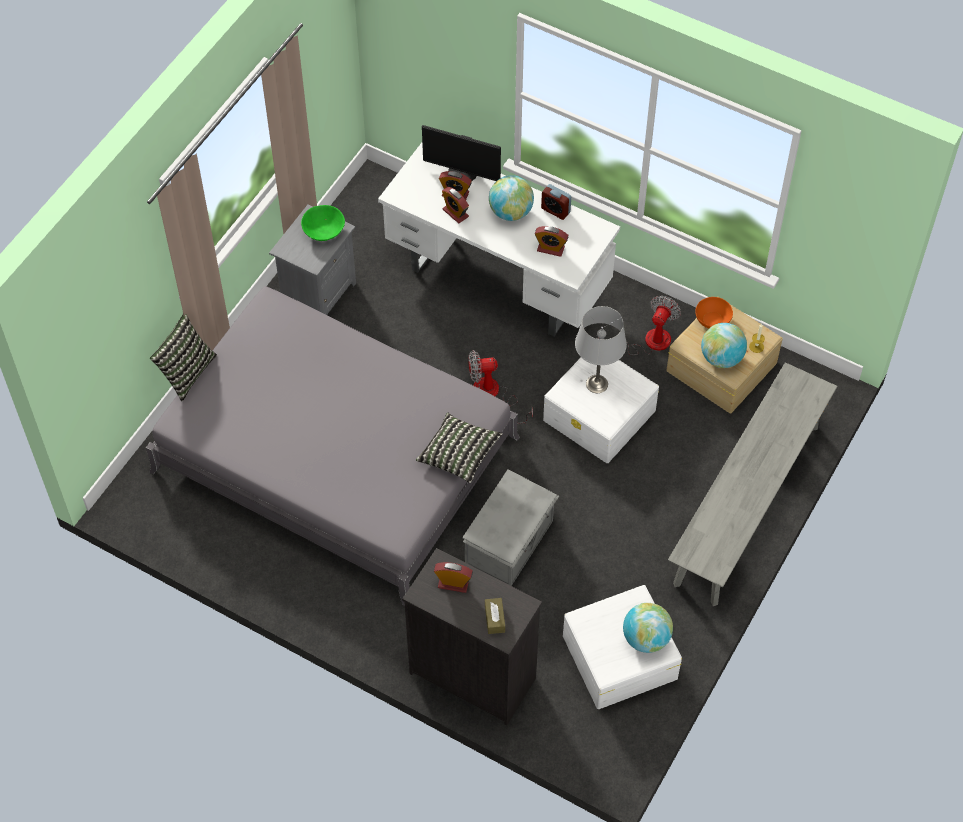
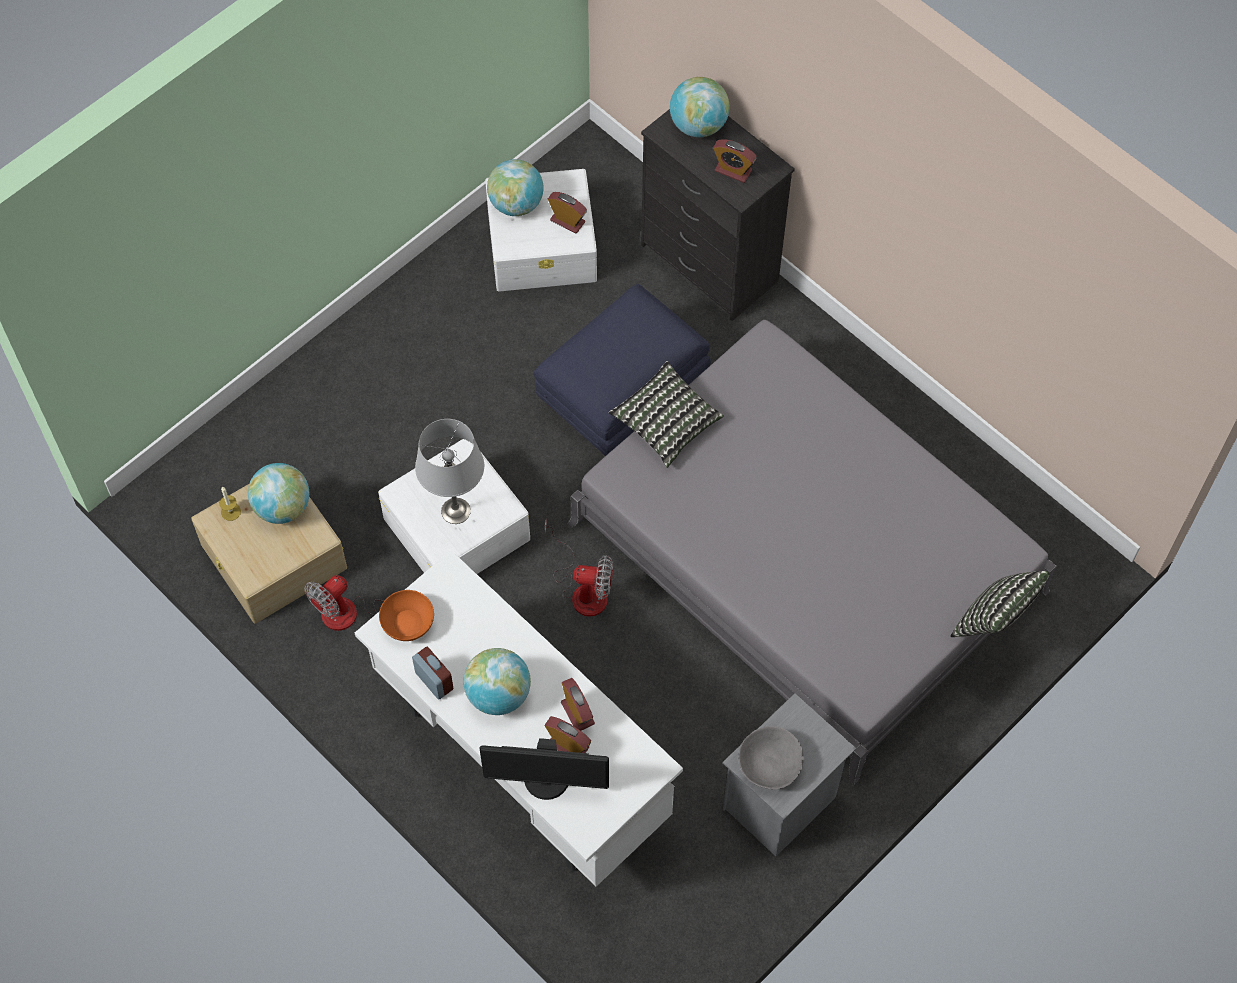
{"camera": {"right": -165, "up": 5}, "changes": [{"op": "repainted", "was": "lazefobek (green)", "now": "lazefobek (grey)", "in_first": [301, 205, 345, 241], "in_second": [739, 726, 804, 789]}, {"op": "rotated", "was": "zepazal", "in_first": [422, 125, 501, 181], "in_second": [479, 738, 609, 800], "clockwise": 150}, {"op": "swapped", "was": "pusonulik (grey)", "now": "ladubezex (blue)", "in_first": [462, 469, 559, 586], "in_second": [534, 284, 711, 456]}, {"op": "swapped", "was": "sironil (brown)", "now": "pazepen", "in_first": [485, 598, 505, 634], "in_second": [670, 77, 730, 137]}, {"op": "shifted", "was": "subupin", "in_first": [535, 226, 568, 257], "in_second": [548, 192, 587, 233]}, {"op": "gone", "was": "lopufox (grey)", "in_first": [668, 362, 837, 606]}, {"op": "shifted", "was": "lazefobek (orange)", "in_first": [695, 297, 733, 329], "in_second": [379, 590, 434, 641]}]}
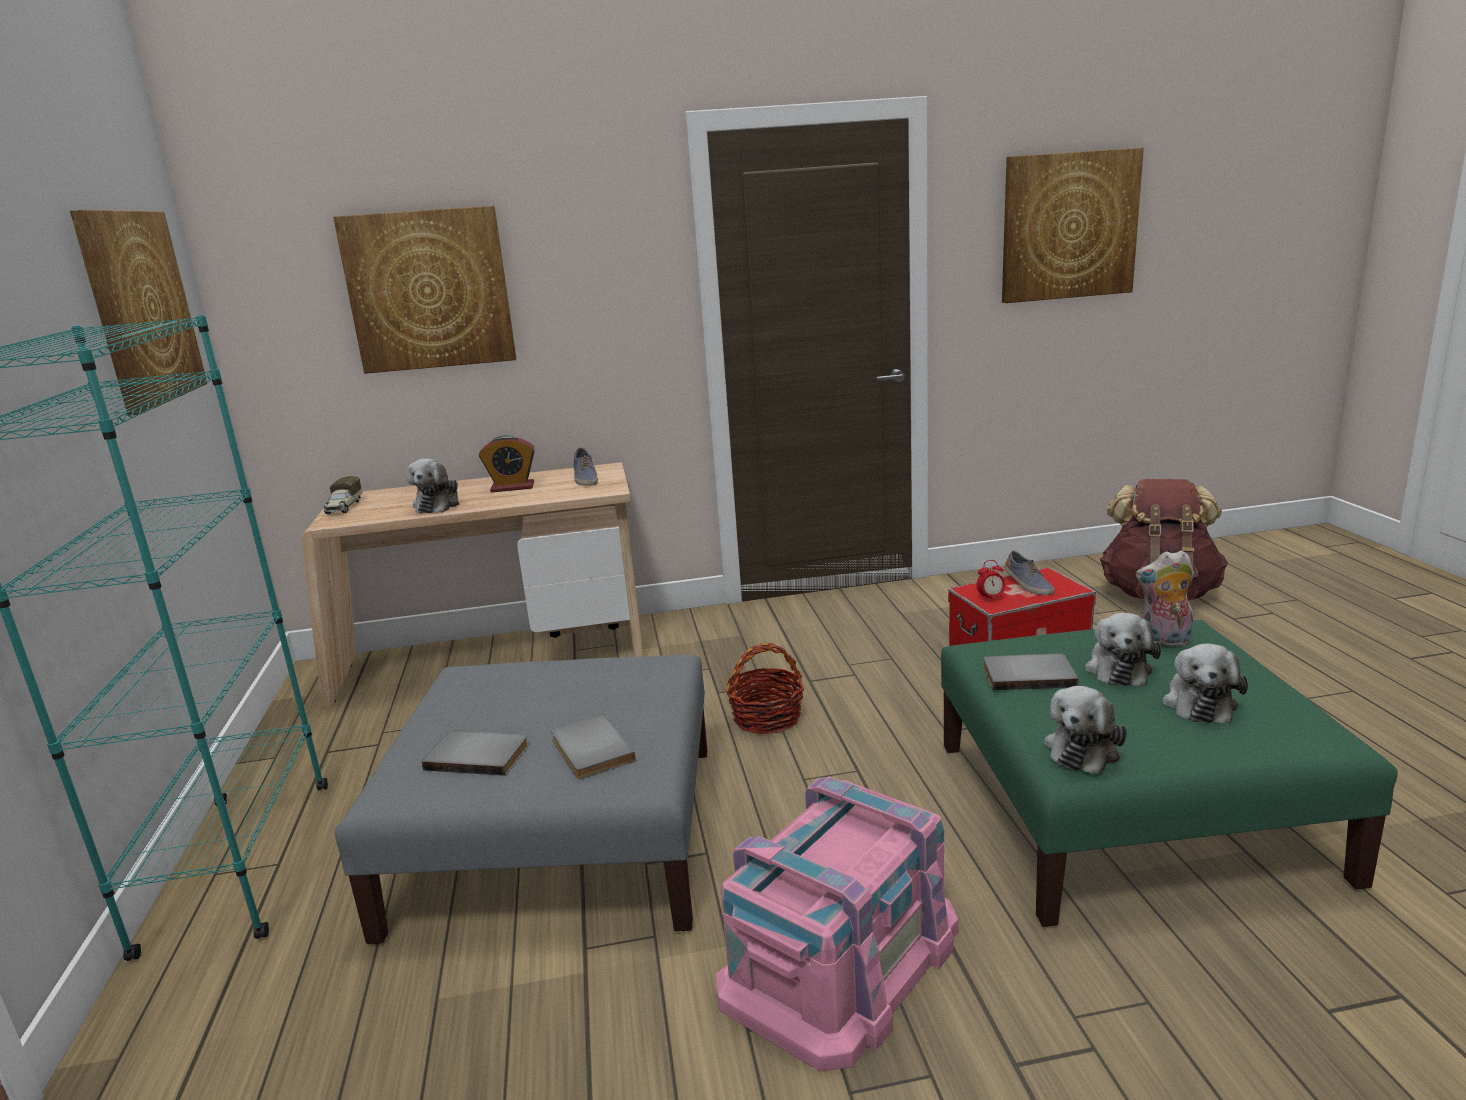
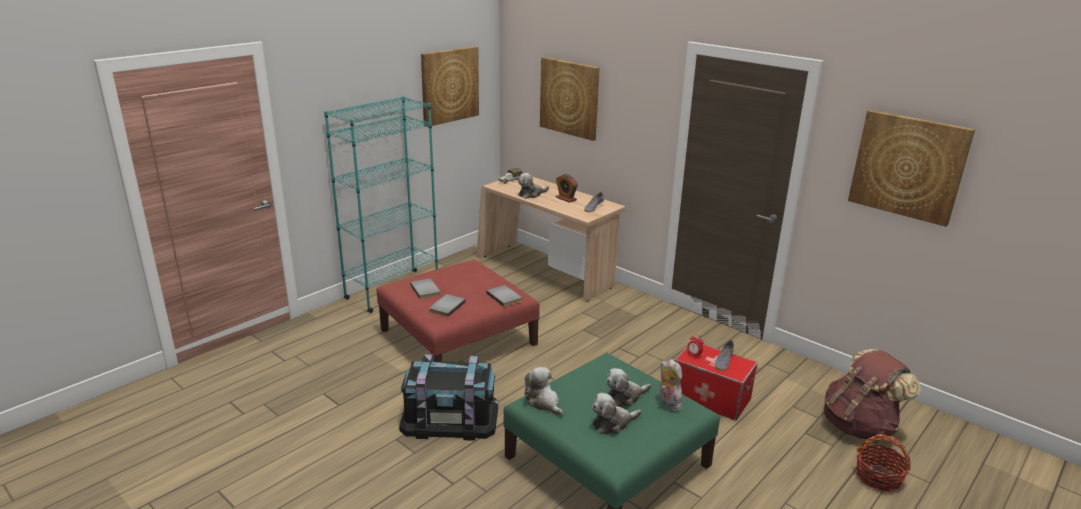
{"camera": {"right": 50, "up": 5}, "changes": [{"op": "repainted", "was": "ladubezex (grey)", "now": "ladubezex (red)", "in_first": [335, 655, 707, 944], "in_second": [376, 260, 540, 362]}, {"op": "repainted", "was": "pusonulik (pink)", "now": "pusonulik (black)", "in_first": [716, 777, 958, 1071], "in_second": [399, 354, 498, 441]}, {"op": "shifted", "was": "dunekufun", "in_first": [726, 643, 804, 734], "in_second": [856, 434, 911, 492]}, {"op": "shifted", "was": "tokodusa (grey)", "in_first": [983, 654, 1079, 690], "in_second": [486, 285, 522, 307]}, {"op": "rotated", "was": "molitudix", "in_first": [1044, 686, 1127, 775], "in_second": [525, 367, 563, 416], "clockwise": 60}]}
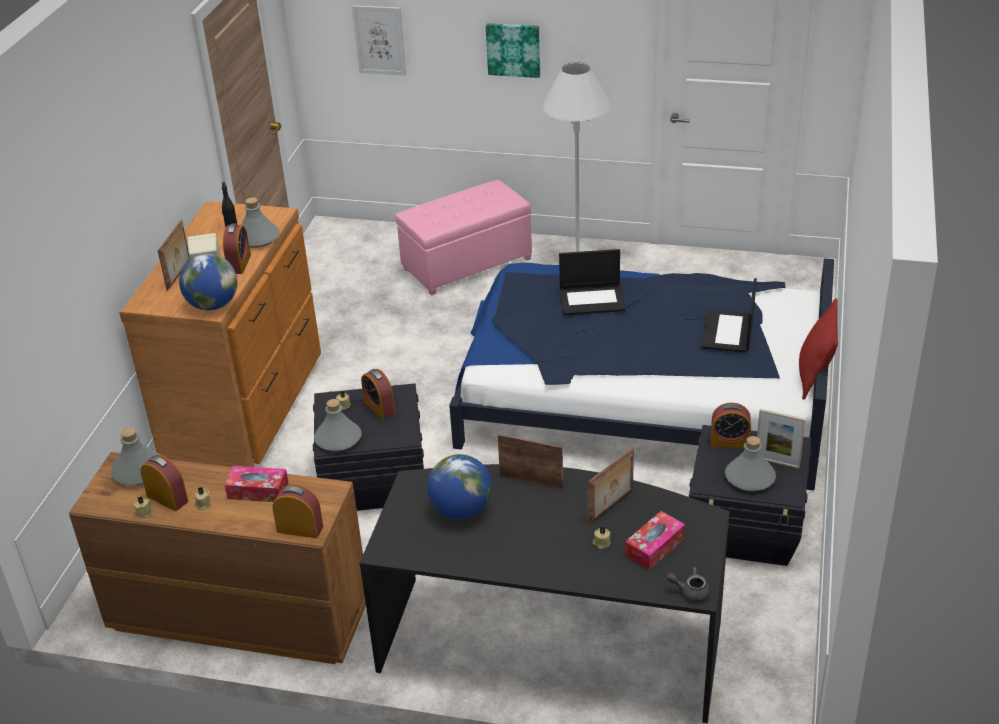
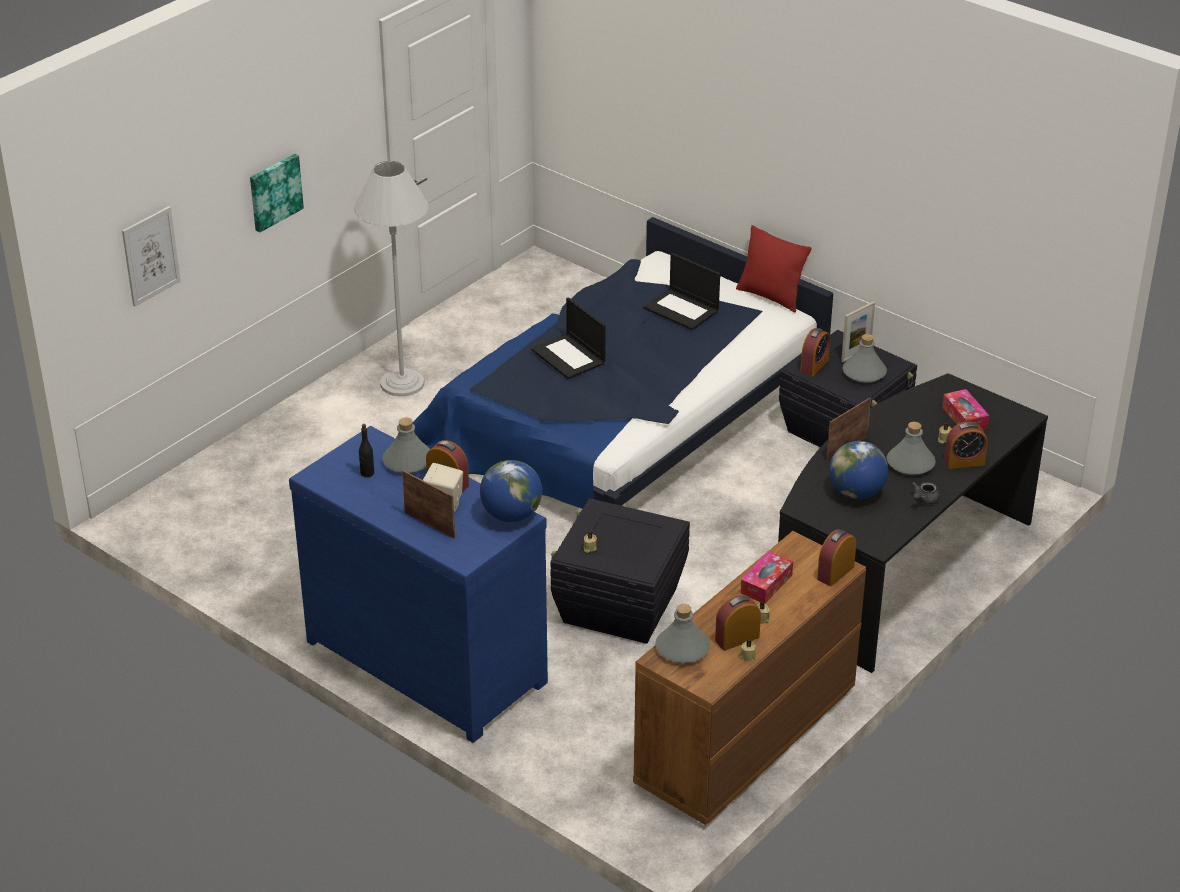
{"camera": {"right": -65, "up": 0}, "changes": [{"op": "repainted", "was": "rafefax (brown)", "now": "rafefax (blue)", "in_first": [119, 201, 321, 467], "in_second": [289, 426, 548, 743]}, {"op": "shifted", "was": "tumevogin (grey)", "in_first": [314, 399, 362, 451], "in_second": [887, 422, 936, 475]}, {"op": "shifted", "was": "subupin", "in_first": [361, 369, 395, 419], "in_second": [944, 422, 988, 469]}, {"op": "gone", "was": "ladubezex (pink)", "in_first": [395, 180, 532, 295]}, {"op": "rotated", "was": "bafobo", "in_first": [559, 249, 626, 315], "in_second": [531, 297, 606, 379], "clockwise": 120}, {"op": "gone", "was": "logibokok", "in_first": [587, 447, 634, 524]}, {"op": "shifted", "was": "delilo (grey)", "in_first": [667, 567, 710, 603], "in_second": [911, 482, 940, 505]}]}
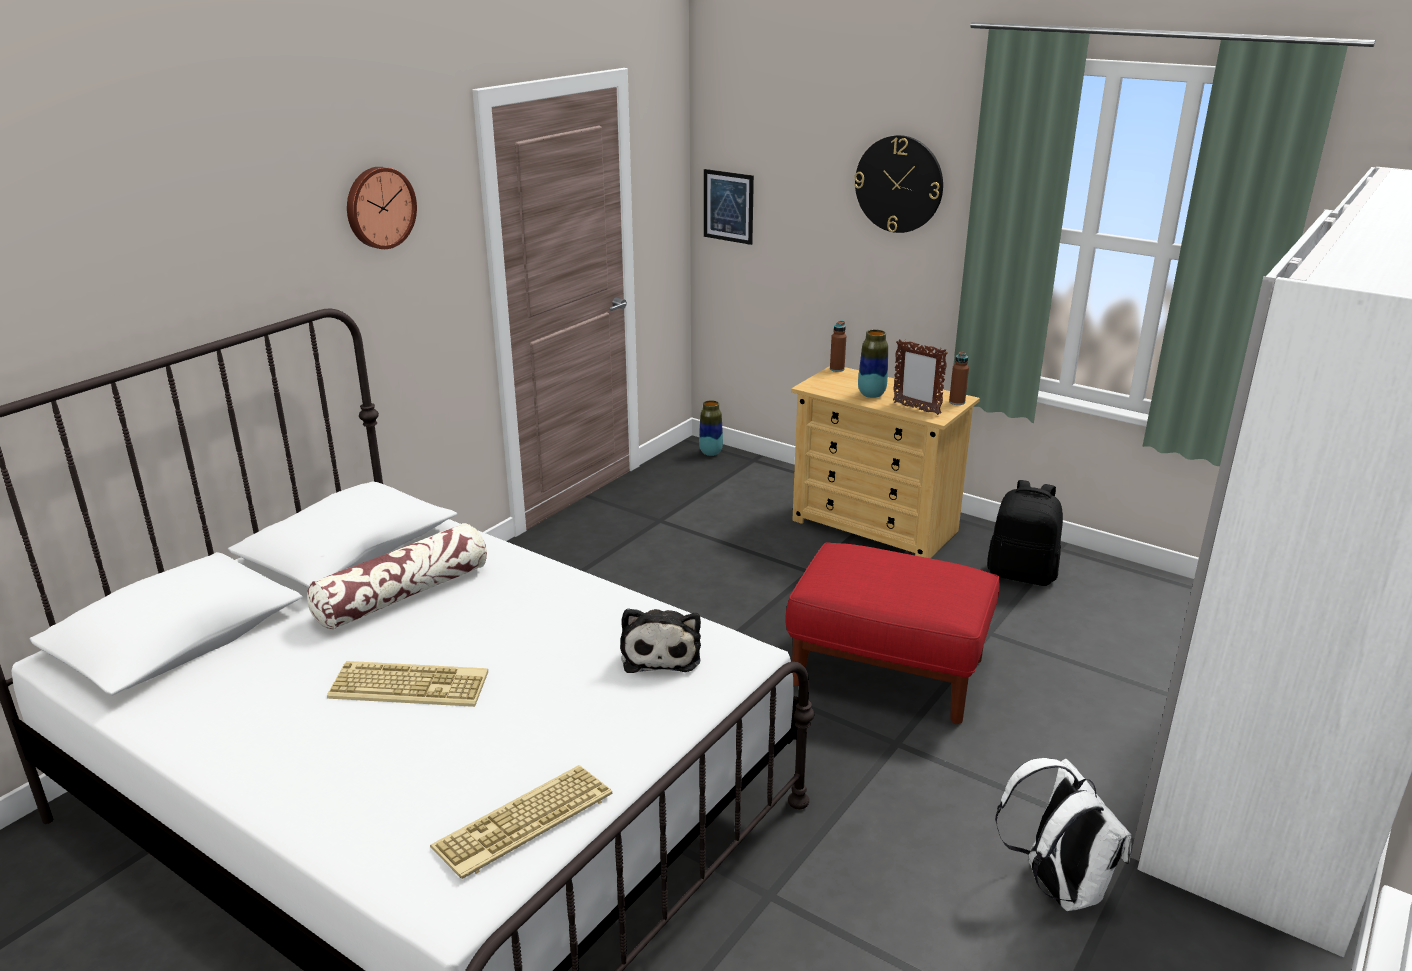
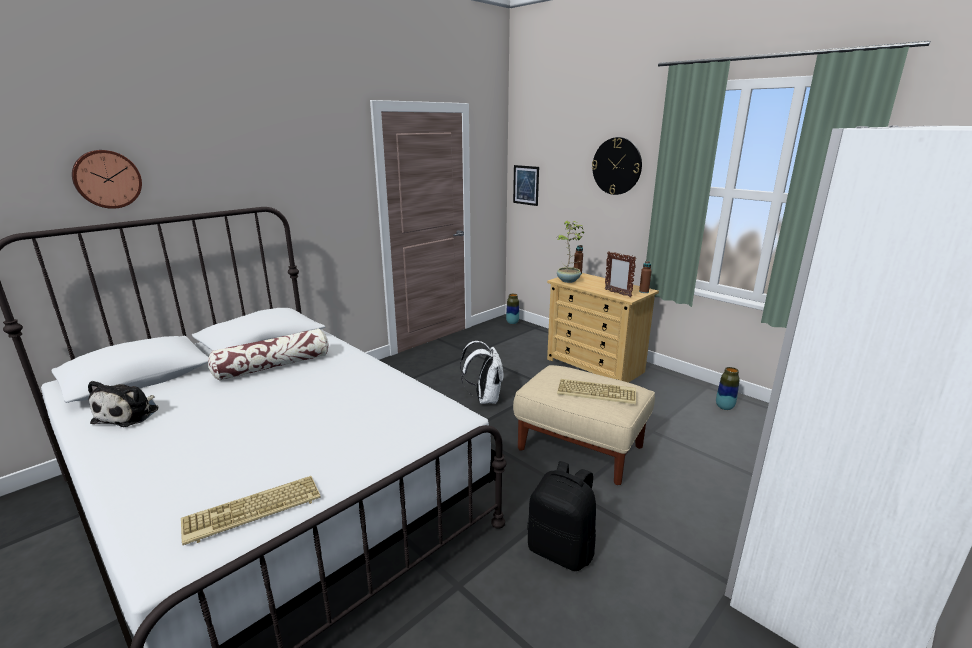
{"camera": {"right": 10, "up": -5}, "changes": [{"op": "shifted", "was": "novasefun", "in_first": [327, 661, 488, 707], "in_second": [557, 379, 636, 404]}, {"op": "shifted", "was": "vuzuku", "in_first": [347, 167, 417, 249], "in_second": [72, 150, 142, 209]}, {"op": "shifted", "was": "molitudix", "in_first": [620, 608, 701, 673], "in_second": [88, 381, 158, 427]}, {"op": "repainted", "was": "ladubezex (red)", "now": "ladubezex (beige)", "in_first": [785, 542, 999, 724], "in_second": [513, 365, 655, 485]}, {"op": "shifted", "was": "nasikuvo", "in_first": [858, 329, 888, 398], "in_second": [716, 367, 740, 410]}, {"op": "shifted", "was": "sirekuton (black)", "in_first": [987, 480, 1063, 586], "in_second": [527, 461, 596, 571]}, {"op": "shifted", "was": "sirekuton (white)", "in_first": [995, 758, 1132, 911], "in_second": [460, 341, 504, 404]}, {"op": "new", "now": "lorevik", "in_second": [557, 221, 584, 283]}]}
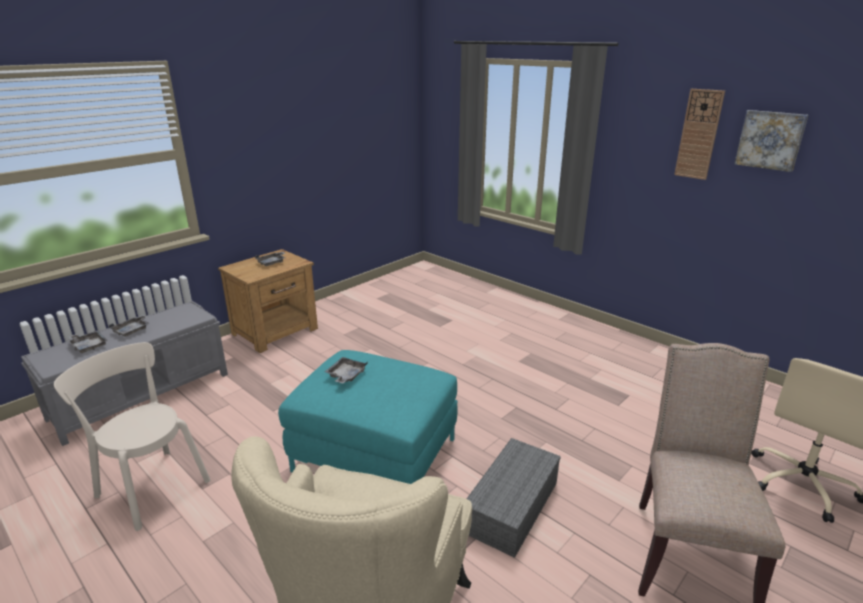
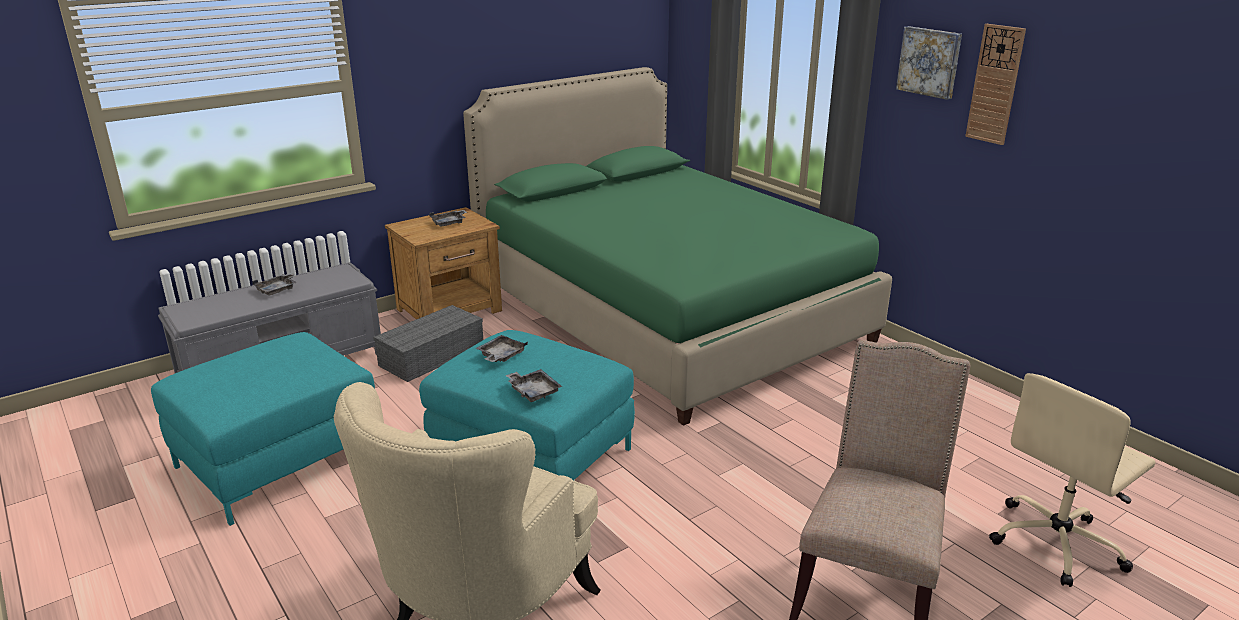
{"camera": {"right": 10, "up": 0}, "changes": [{"op": "swapped", "was": "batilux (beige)", "now": "ladubezex (turquoise)", "in_first": [54, 342, 210, 531], "in_second": [151, 332, 375, 526]}, {"op": "shifted", "was": "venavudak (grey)", "in_first": [68, 330, 108, 353], "in_second": [506, 369, 562, 402]}, {"op": "shifted", "was": "pusonulik (grey)", "in_first": [467, 438, 561, 558], "in_second": [373, 305, 483, 382]}, {"op": "shifted", "was": "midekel", "in_first": [734, 110, 808, 172], "in_second": [896, 26, 962, 100]}, {"op": "new", "now": "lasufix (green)", "in_second": [463, 67, 892, 426]}]}
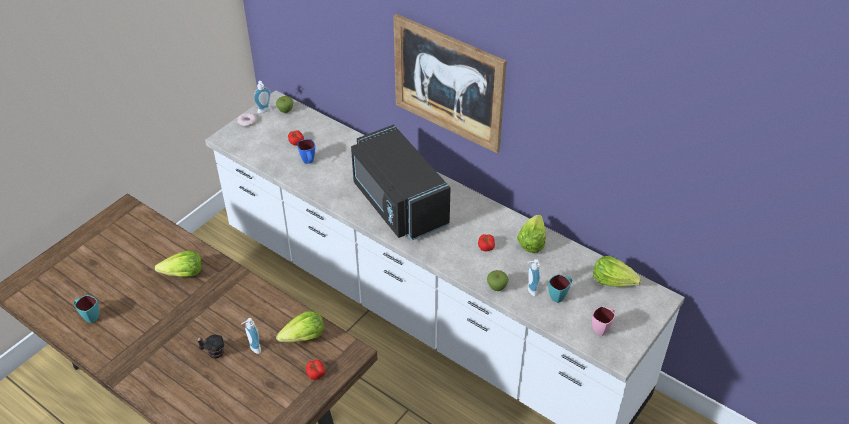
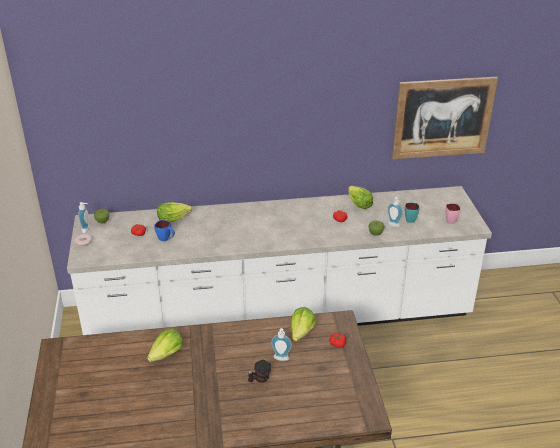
{"camera": {"right": -45, "up": -10}, "changes": [{"op": "gone", "was": "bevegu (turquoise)", "in_first": [74, 295, 99, 323]}, {"op": "gone", "was": "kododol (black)", "in_first": [351, 125, 451, 240]}, {"op": "shifted", "was": "midekel", "in_first": [393, 14, 507, 153], "in_second": [392, 77, 498, 159]}, {"op": "shifted", "was": "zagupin", "in_first": [593, 256, 642, 287], "in_second": [157, 202, 192, 223]}]}
